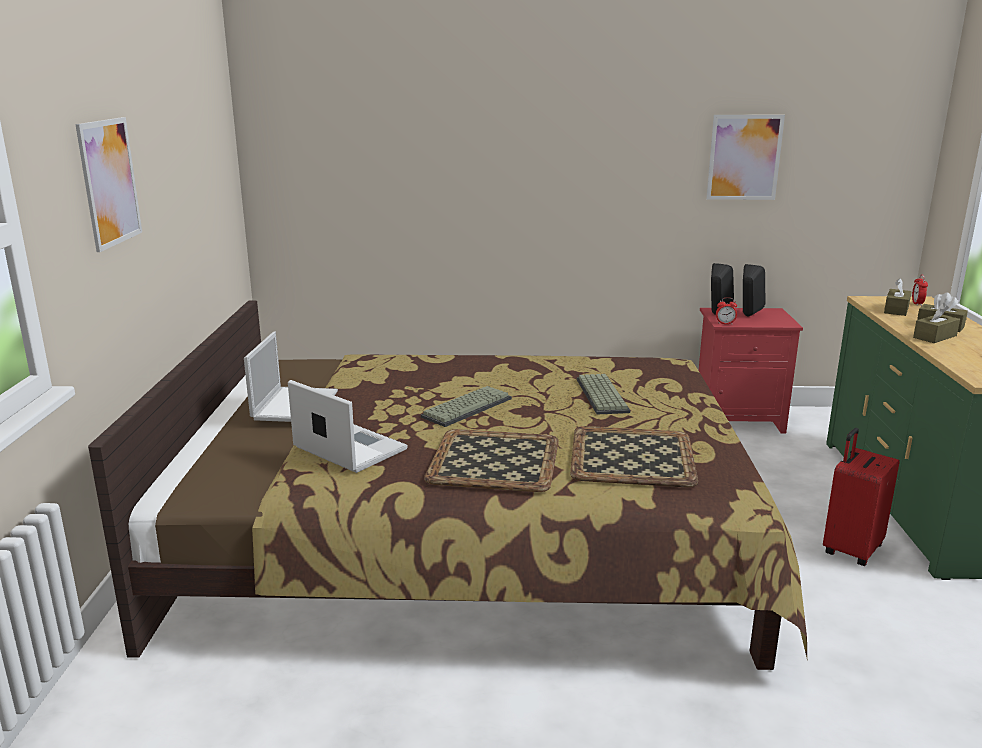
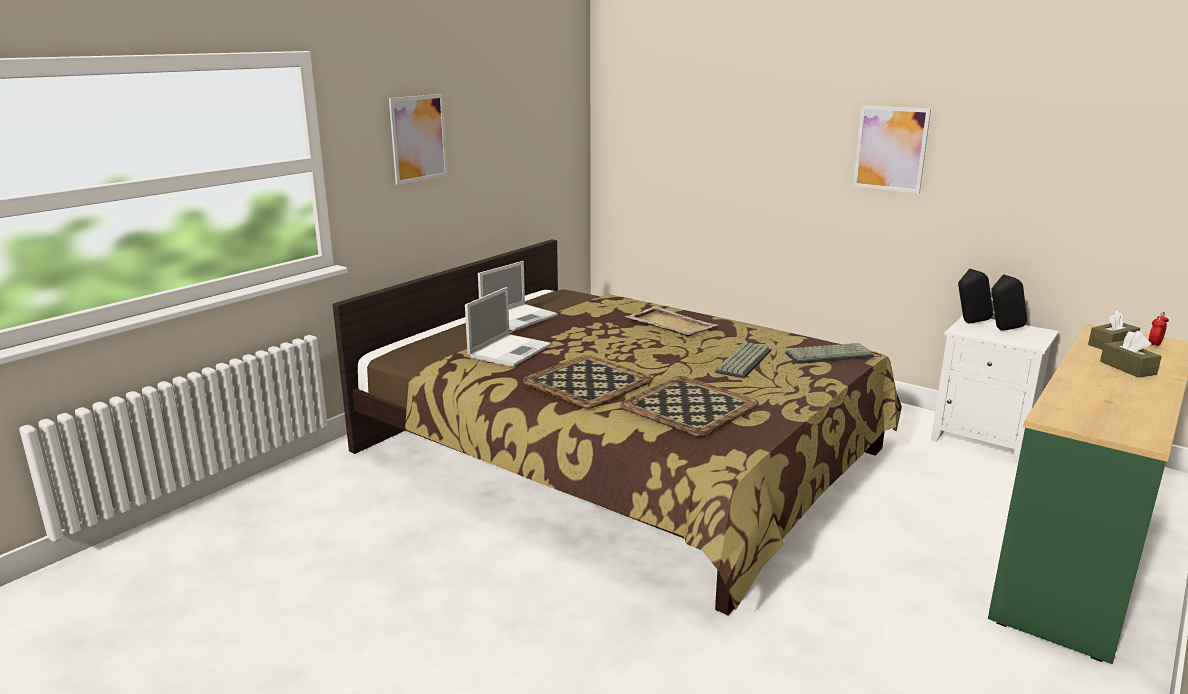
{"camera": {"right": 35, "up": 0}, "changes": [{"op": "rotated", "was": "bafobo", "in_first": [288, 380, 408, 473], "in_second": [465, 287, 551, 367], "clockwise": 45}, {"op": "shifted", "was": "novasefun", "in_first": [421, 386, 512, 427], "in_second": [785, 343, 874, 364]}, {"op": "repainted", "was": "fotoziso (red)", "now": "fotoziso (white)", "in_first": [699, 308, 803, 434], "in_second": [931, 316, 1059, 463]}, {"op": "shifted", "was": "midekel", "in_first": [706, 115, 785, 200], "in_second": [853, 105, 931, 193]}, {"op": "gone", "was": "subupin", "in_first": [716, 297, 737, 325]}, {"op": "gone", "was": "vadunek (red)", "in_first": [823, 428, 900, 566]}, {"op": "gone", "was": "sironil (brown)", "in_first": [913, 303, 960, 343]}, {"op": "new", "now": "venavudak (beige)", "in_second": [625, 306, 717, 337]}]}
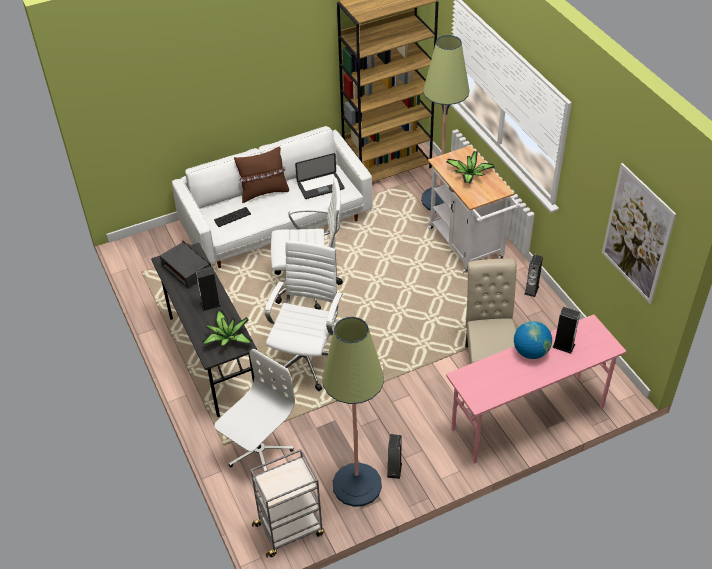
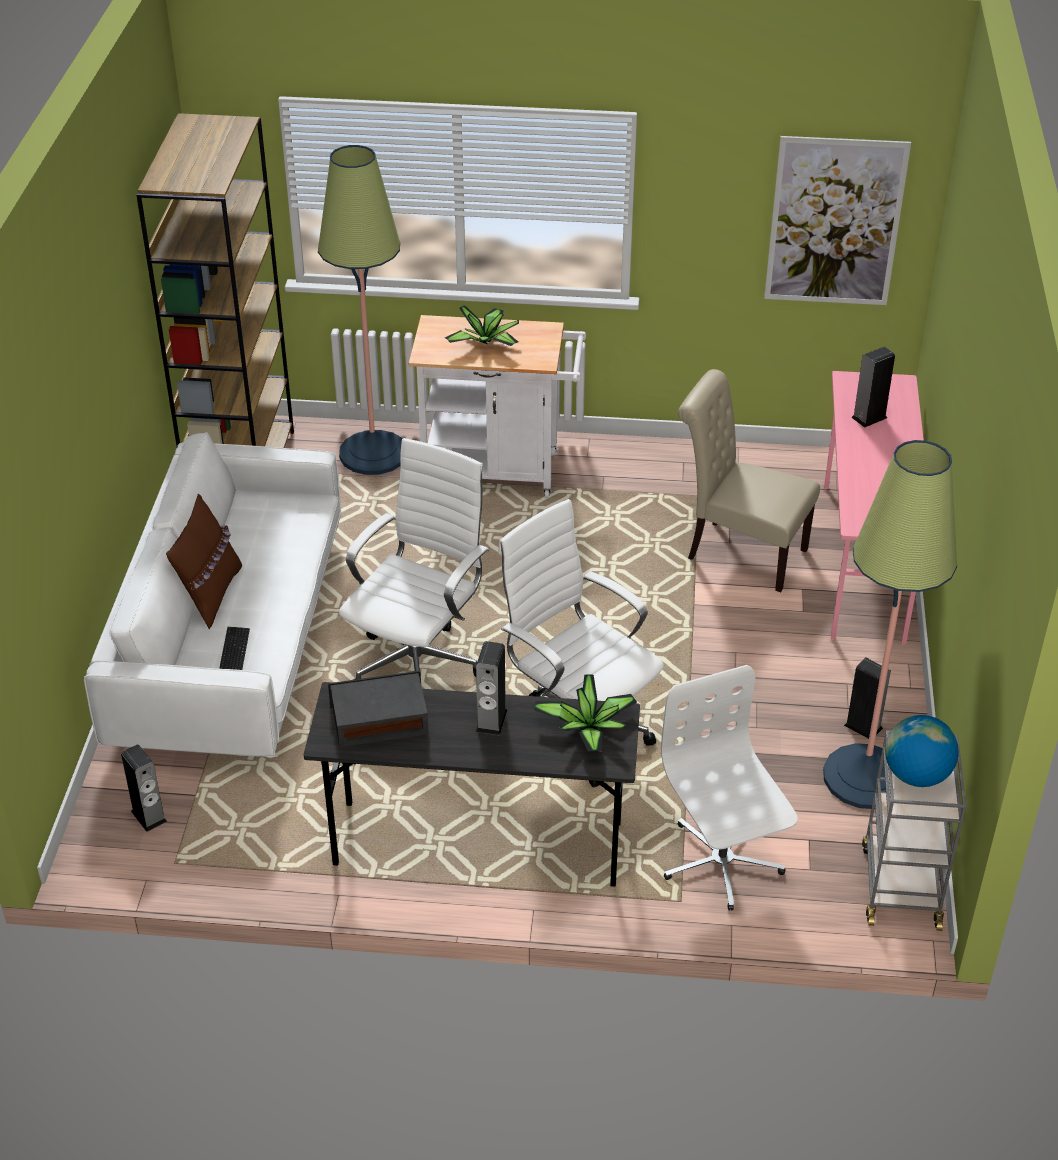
{"camera": {"right": -60, "up": -5}, "changes": [{"op": "gone", "was": "bafobo", "in_first": [295, 153, 344, 199]}, {"op": "shifted", "was": "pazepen", "in_first": [514, 321, 552, 359], "in_second": [885, 715, 959, 787]}, {"op": "shifted", "was": "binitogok", "in_first": [524, 255, 543, 297], "in_second": [121, 745, 167, 832]}]}
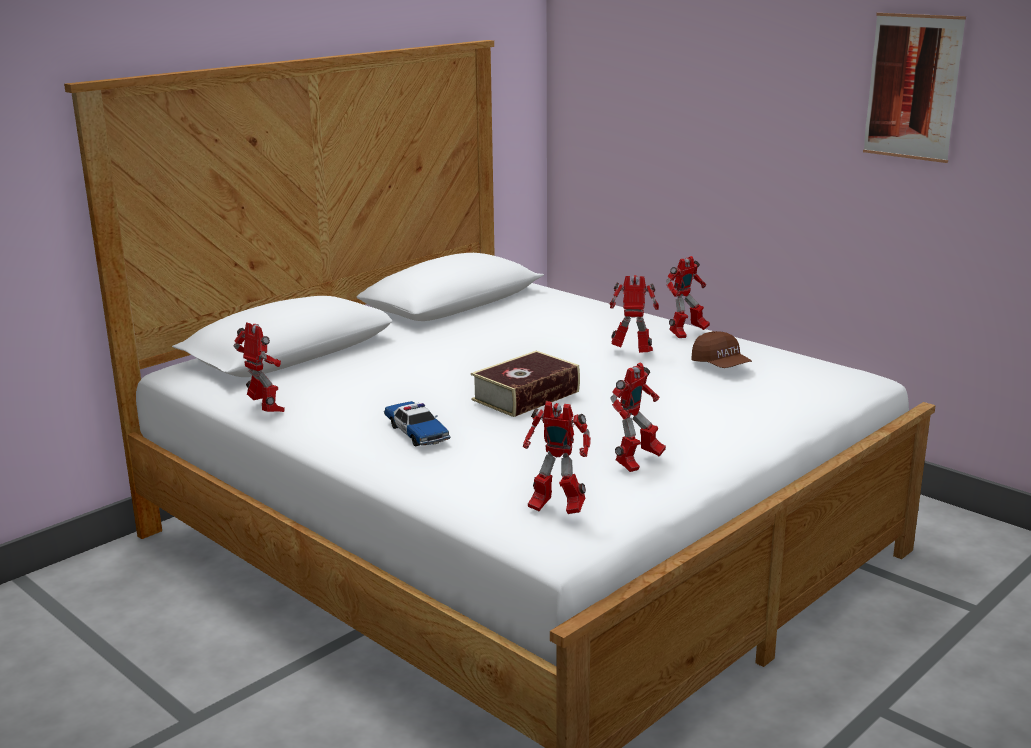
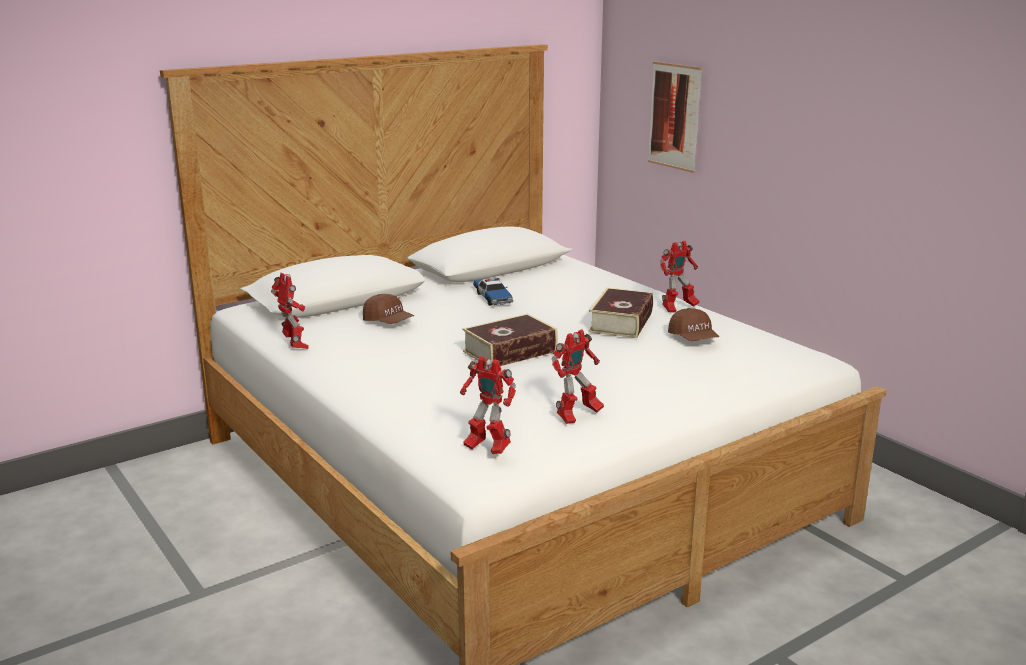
{"camera": {"right": 10, "up": 0}, "changes": [{"op": "shifted", "was": "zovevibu", "in_first": [384, 401, 450, 447], "in_second": [473, 278, 513, 306]}, {"op": "swapped", "was": "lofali", "now": "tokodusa", "in_first": [609, 275, 659, 353], "in_second": [588, 288, 653, 338]}, {"op": "shifted", "was": "midekel", "in_first": [863, 13, 966, 163], "in_second": [648, 62, 702, 173]}, {"op": "new", "now": "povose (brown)", "in_second": [363, 294, 414, 324]}]}
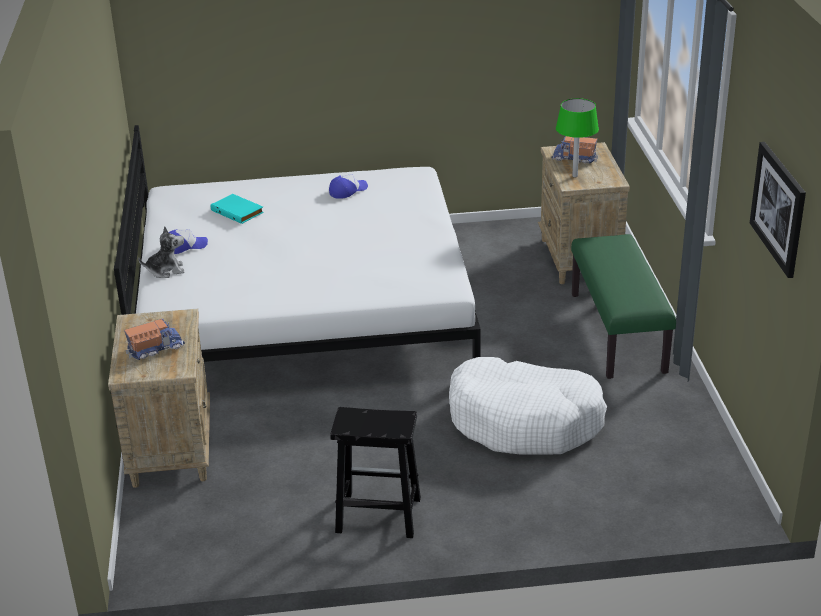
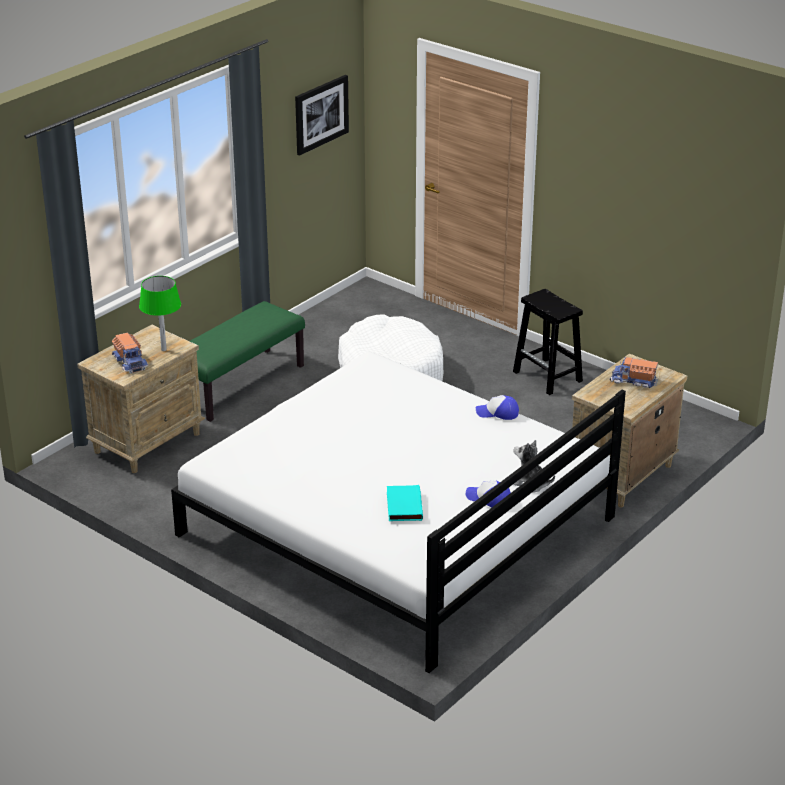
{"camera": {"right": -135, "up": 0}, "changes": [{"op": "shifted", "was": "povose", "in_first": [329, 174, 368, 199], "in_second": [476, 395, 519, 420]}]}
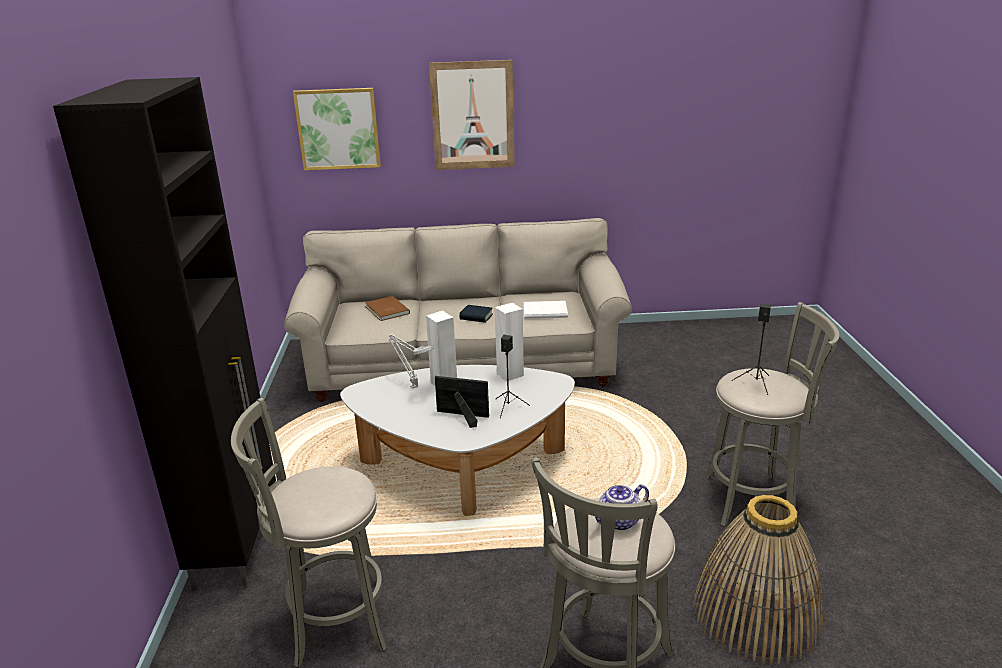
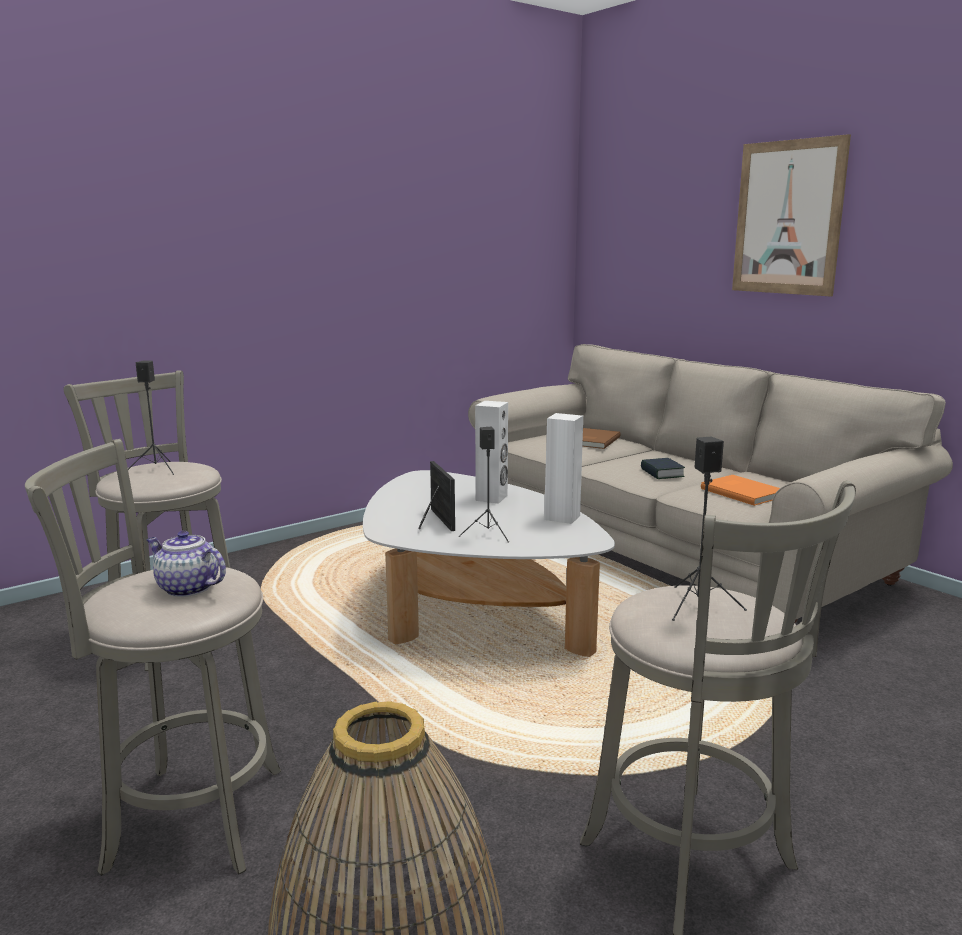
{"camera": {"right": 55, "up": -10}, "changes": [{"op": "gone", "was": "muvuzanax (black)", "in_first": [53, 77, 276, 591]}, {"op": "gone", "was": "midekel", "in_first": [293, 88, 381, 170]}, {"op": "gone", "was": "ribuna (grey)", "in_first": [389, 334, 434, 388]}, {"op": "repainted", "was": "tokodusa (white)", "now": "tokodusa (orange)", "in_first": [524, 301, 568, 319], "in_second": [701, 475, 780, 506]}, {"op": "new", "now": "binitogok (black)", "in_second": [128, 360, 174, 475]}]}
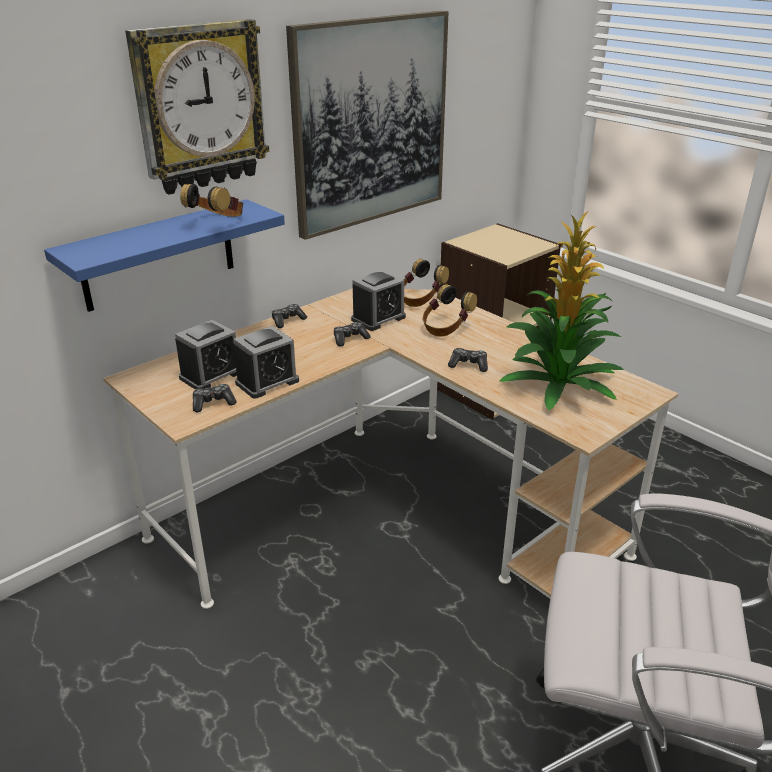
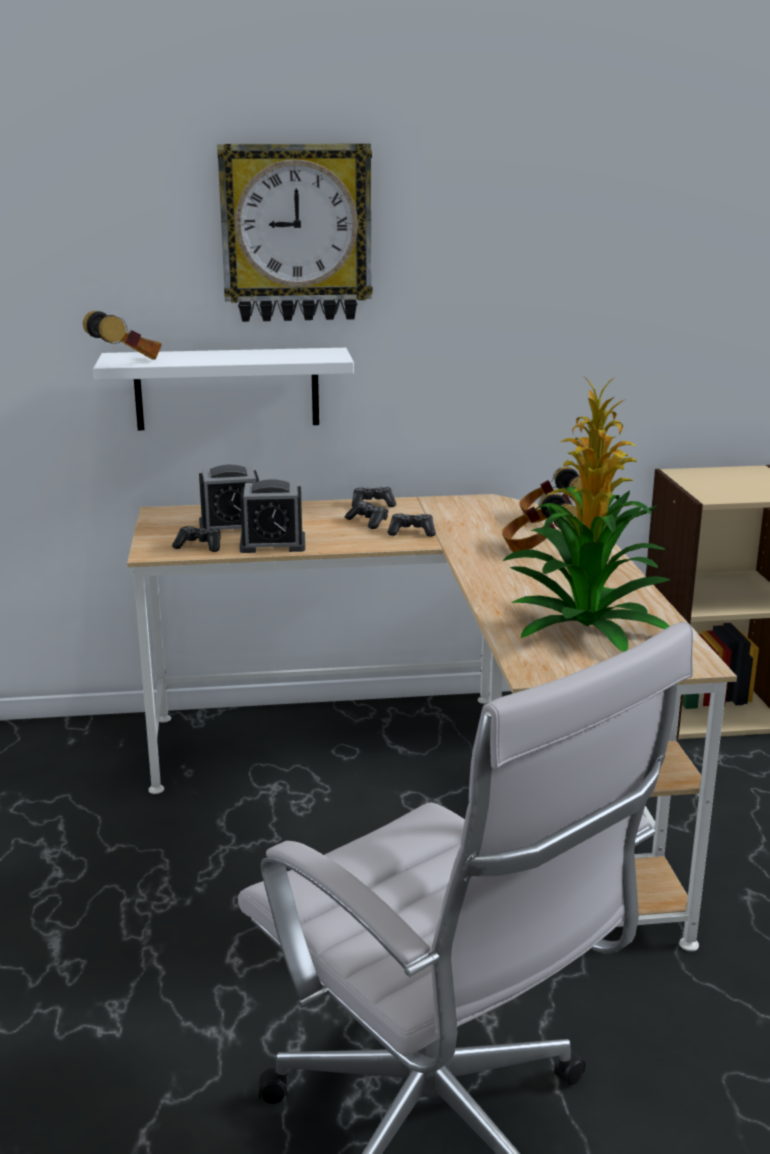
{"camera": {"right": 35, "up": -10}, "changes": [{"op": "repainted", "was": "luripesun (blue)", "now": "luripesun (white)", "in_first": [44, 199, 285, 312], "in_second": [93, 348, 354, 430]}, {"op": "shifted", "was": "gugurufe", "in_first": [180, 184, 243, 217], "in_second": [83, 311, 162, 360]}, {"op": "gone", "was": "midekel", "in_first": [286, 11, 449, 240]}, {"op": "gone", "was": "subupin", "in_first": [351, 270, 406, 331]}, {"op": "shifted", "was": "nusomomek", "in_first": [448, 348, 488, 372], "in_second": [345, 501, 388, 529]}]}
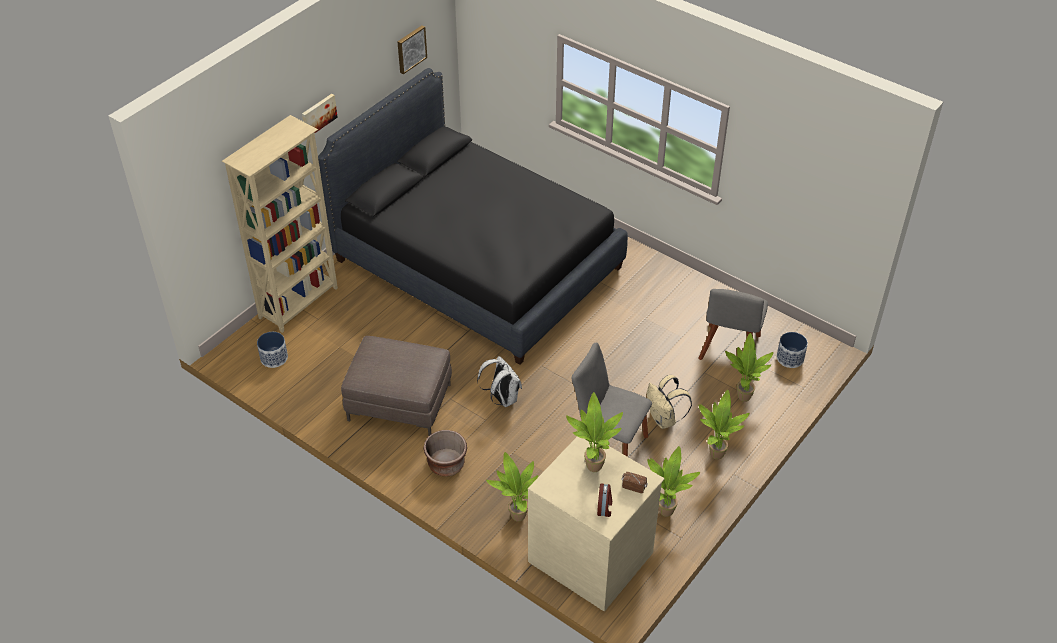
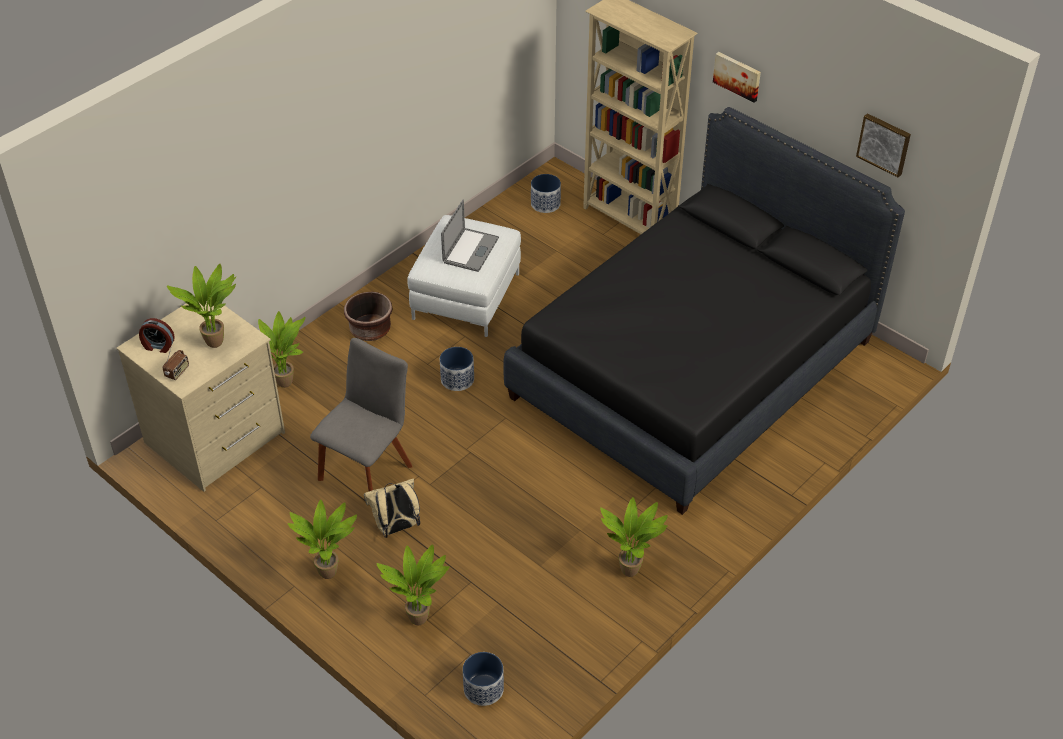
{"camera": {"right": 95, "up": 0}, "changes": [{"op": "repainted", "was": "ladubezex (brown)", "now": "ladubezex (white)", "in_first": [341, 336, 452, 436], "in_second": [407, 215, 521, 337]}, {"op": "swapped", "was": "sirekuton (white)", "now": "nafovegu", "in_first": [477, 356, 522, 407], "in_second": [440, 347, 474, 391]}, {"op": "shifted", "was": "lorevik", "in_first": [647, 446, 700, 517], "in_second": [600, 497, 668, 577]}, {"op": "gone", "was": "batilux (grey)", "in_first": [698, 289, 768, 360]}, {"op": "new", "now": "bafobo", "in_second": [441, 200, 499, 272]}]}
